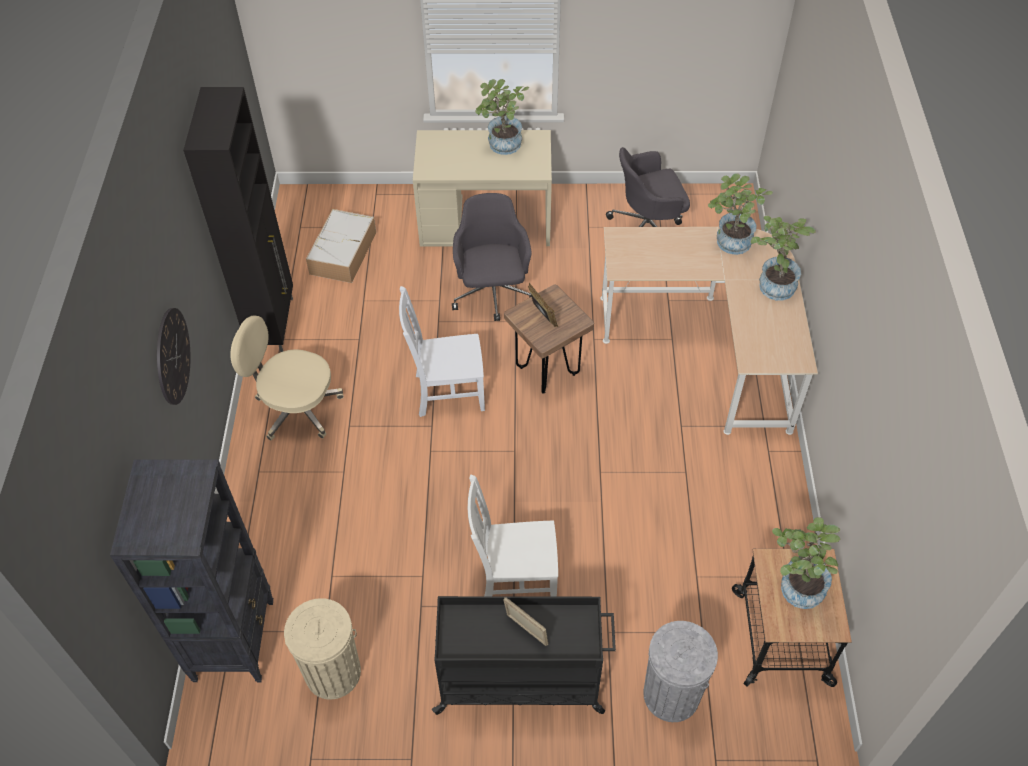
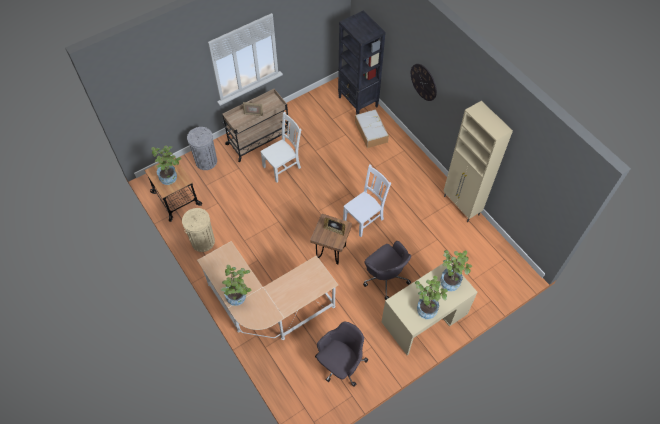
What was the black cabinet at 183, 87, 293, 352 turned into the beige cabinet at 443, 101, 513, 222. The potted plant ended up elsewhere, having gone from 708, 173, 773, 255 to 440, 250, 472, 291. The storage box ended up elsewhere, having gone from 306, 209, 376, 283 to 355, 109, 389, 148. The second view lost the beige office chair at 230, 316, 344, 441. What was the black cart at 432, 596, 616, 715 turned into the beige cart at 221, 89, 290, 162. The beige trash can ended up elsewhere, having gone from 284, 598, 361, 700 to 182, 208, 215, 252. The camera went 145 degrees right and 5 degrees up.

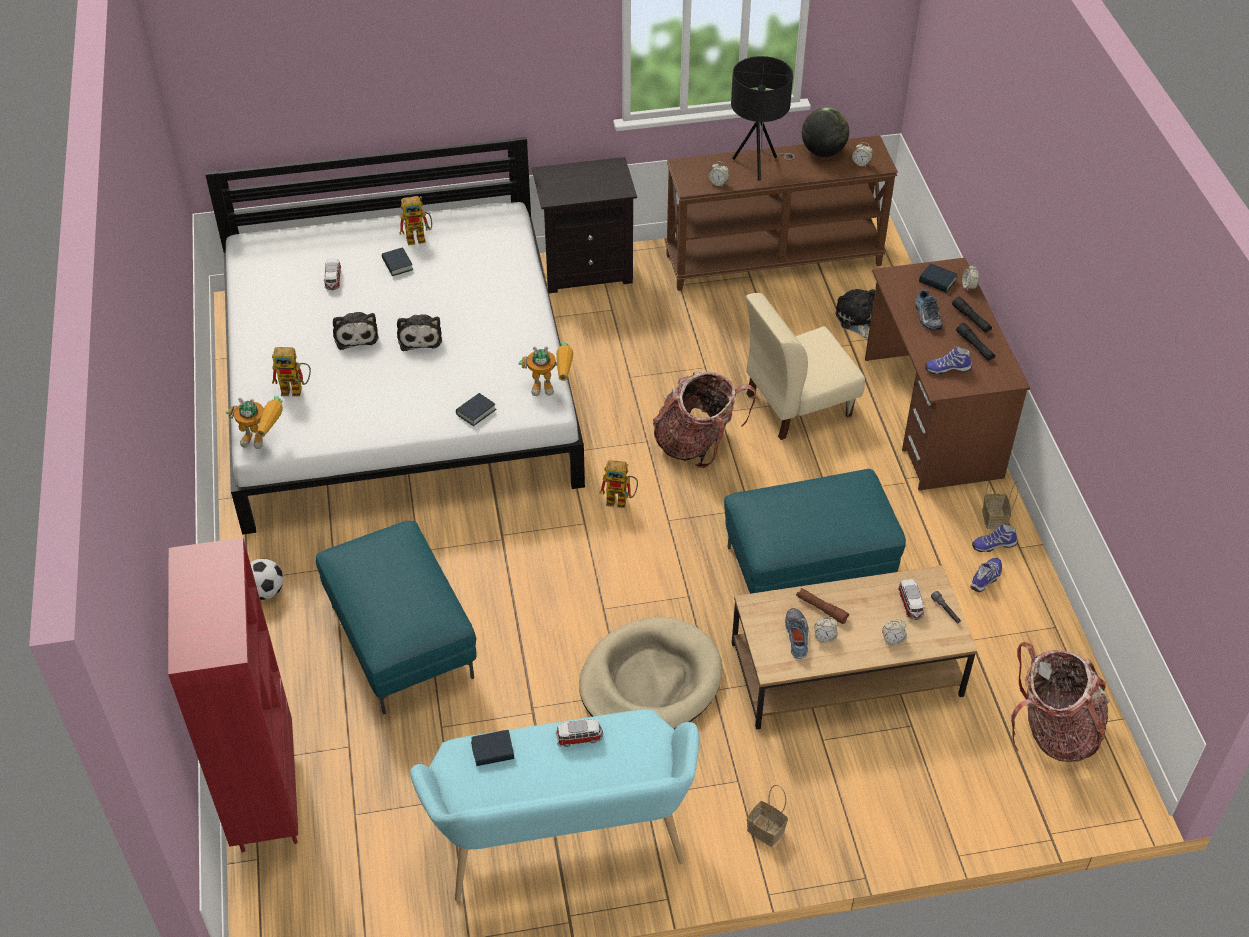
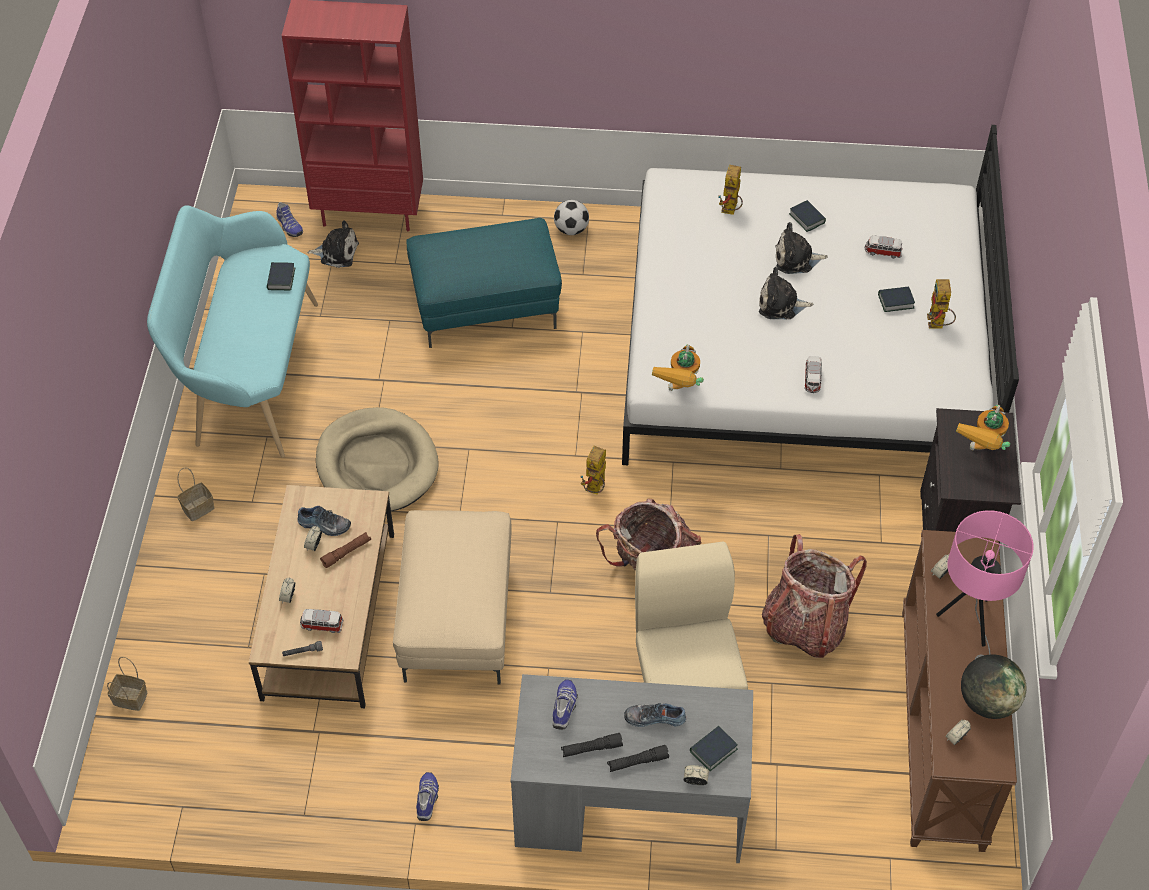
What was the black table lamp at 731, 56, 795, 181 turned into the pink table lamp at 936, 510, 1034, 659. What was the brown desk at 865, 258, 1030, 491 turned into the grey desk at 510, 674, 753, 863. The plush toy ended up elsewhere, having gone from 836, 289, 875, 339 to 307, 220, 359, 268. The book ended up elsewhere, having gone from 456, 393, 497, 426 to 789, 200, 826, 232. The toy robot ended up elsewhere, having gone from 226, 396, 283, 449 to 956, 405, 1010, 450. What was the turquoise ottoman at 724, 469, 906, 594 turned into the beige ottoman at 393, 510, 512, 685. The basket ended up elsewhere, having gone from 982, 481, 1019, 529 to 107, 657, 147, 711. The shoe ended up elsewhere, having gone from 970, 558, 1002, 592 to 276, 202, 303, 237. The backpack ended up elsewhere, having gone from 1011, 642, 1109, 762 to 762, 534, 867, 658. The toy car ended up elsewhere, having gone from 556, 719, 603, 747 to 804, 356, 822, 393. The camera went 105 degrees right and 5 degrees up.

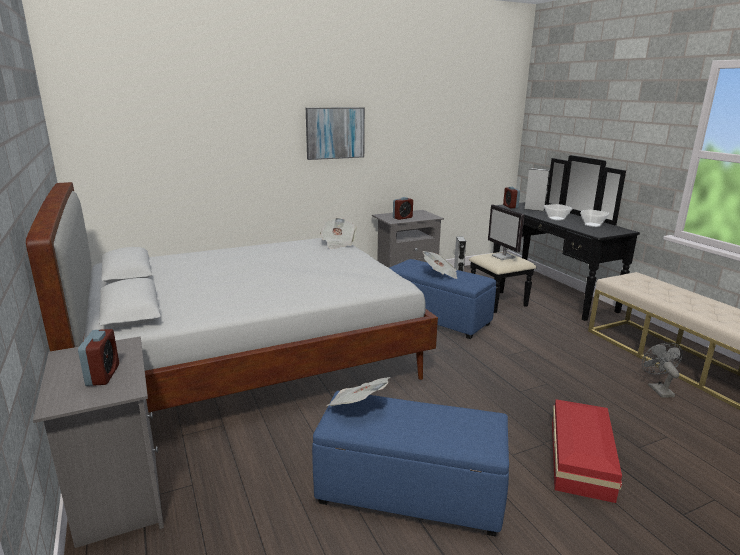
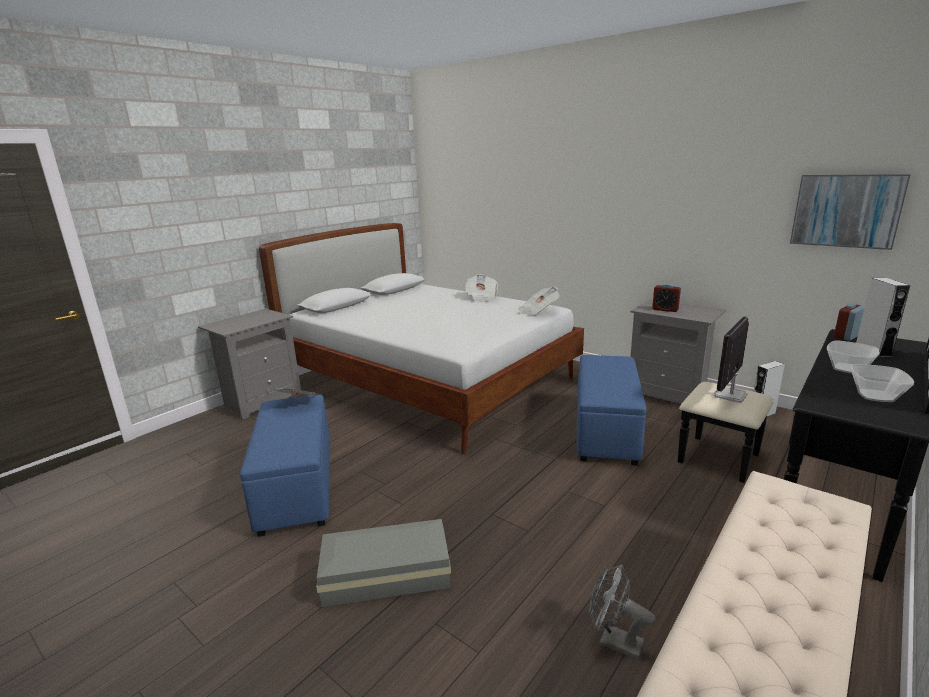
The picture ended up elsewhere, having gone from 306, 107, 365, 160 to 790, 174, 911, 250. The newspaper ended up elsewhere, having gone from 423, 251, 457, 279 to 465, 274, 498, 302. The second view lost the alarm clock at 78, 329, 119, 386. The grey fan at 642, 342, 683, 398 ended up facing another way, 120 degrees counterclockwise from before. What was the red storage box at 552, 399, 622, 503 turned into the grey storage box at 316, 519, 451, 607. The camera went 65 degrees right and 0 degrees up.

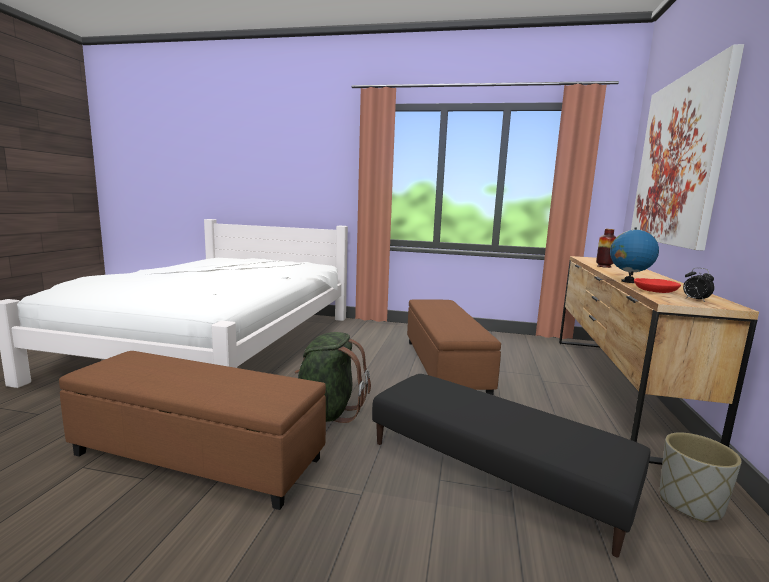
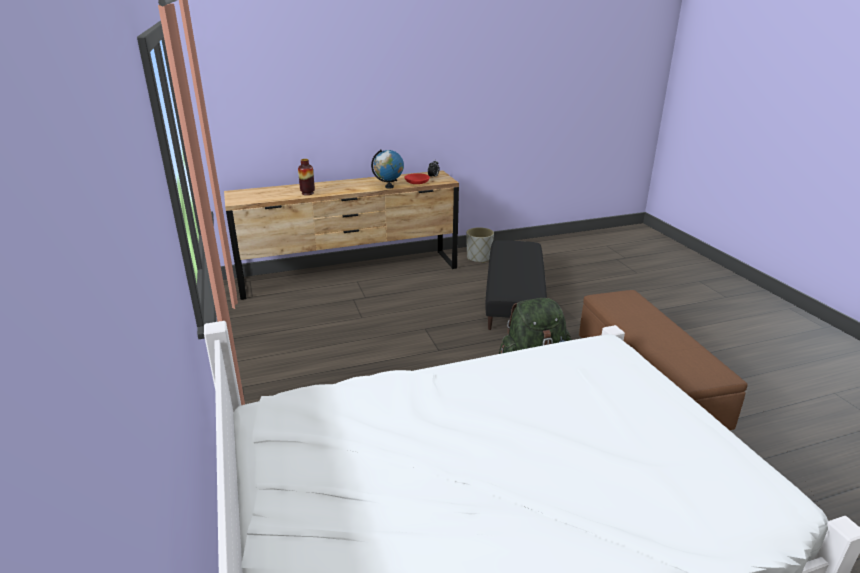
The second view lost the picture at 631, 44, 744, 251. The second view lost the brown ottoman at 407, 299, 501, 395. The camera went 120 degrees left and 15 degrees up.

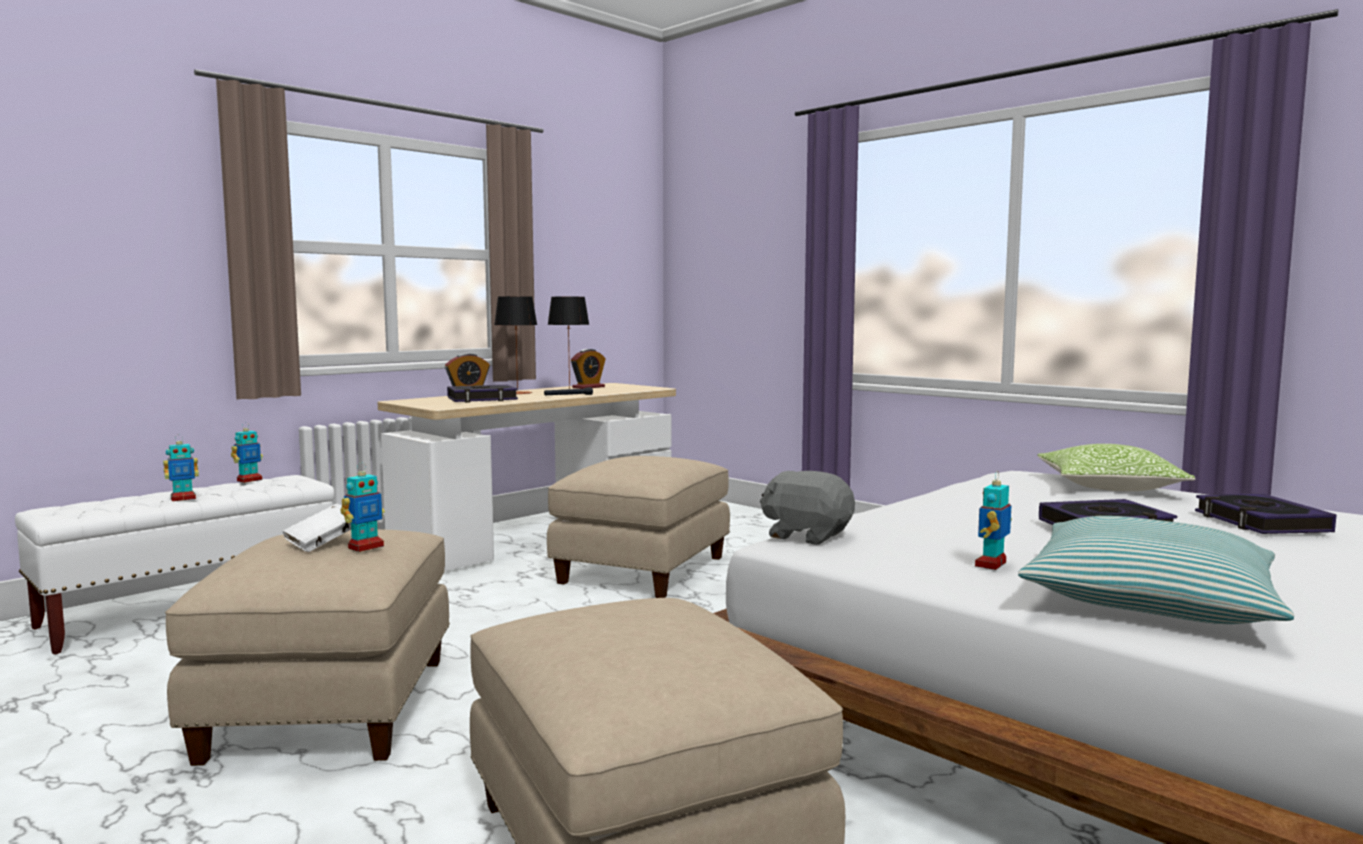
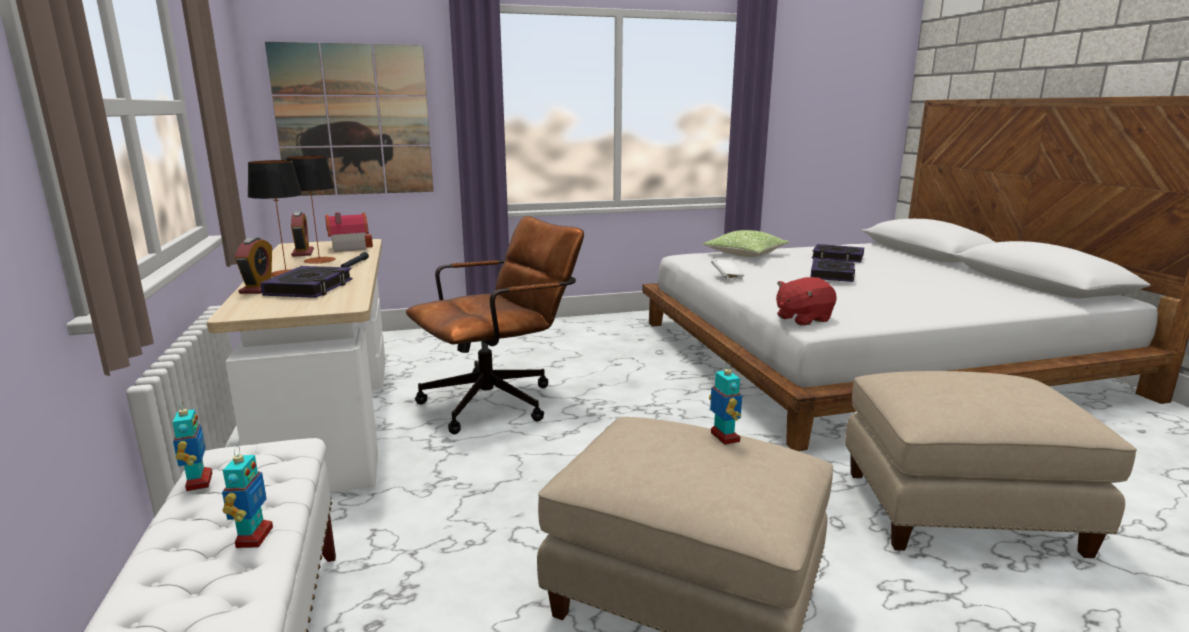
Where the beige ottoman stood at 547, 456, 730, 598, the brown office chair came to stand at 406, 216, 584, 434. What was the grey plush toy at 760, 471, 855, 545 turned into the red plush toy at 776, 277, 837, 326. The second view lost the toy robot at 975, 471, 1012, 570. The white book ended up elsewhere, having gone from 283, 503, 351, 552 to 711, 259, 745, 280. The second view lost the pillow at 1018, 516, 1294, 624. The second view gained the picture at 265, 42, 433, 196. The second view gained the toy house at 325, 212, 373, 252. The camera went 60 degrees left and 10 degrees up.

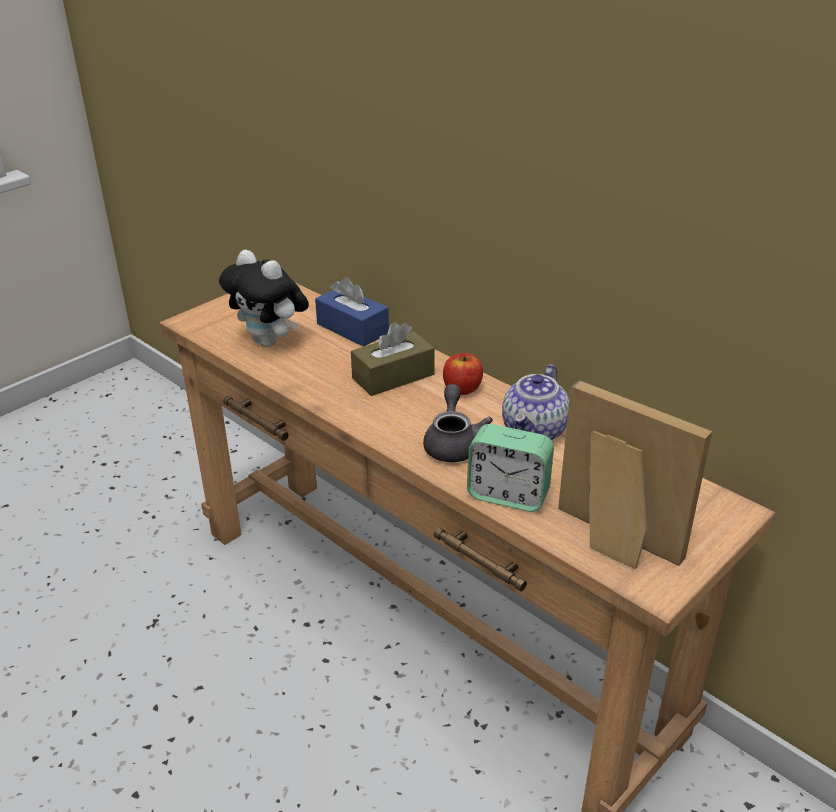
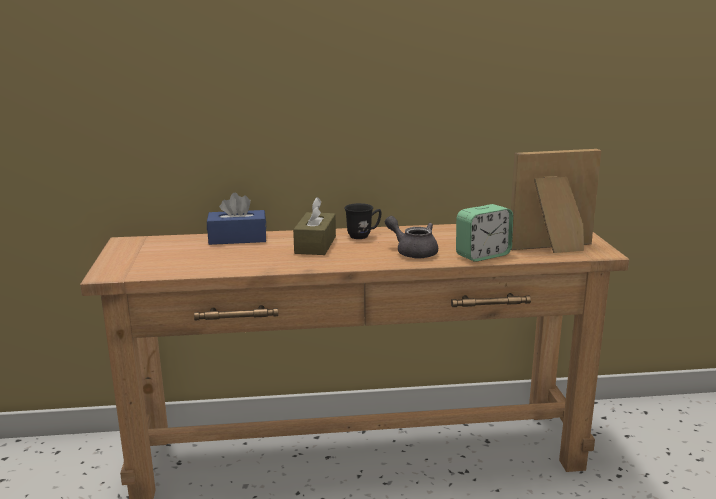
The second view lost the plush toy at 219, 250, 309, 347. Where the apple stood at 443, 353, 483, 395, the black mug came to stand at 345, 203, 382, 239. The second view lost the teapot at 502, 364, 569, 440. The camera went 50 degrees left and 15 degrees down.

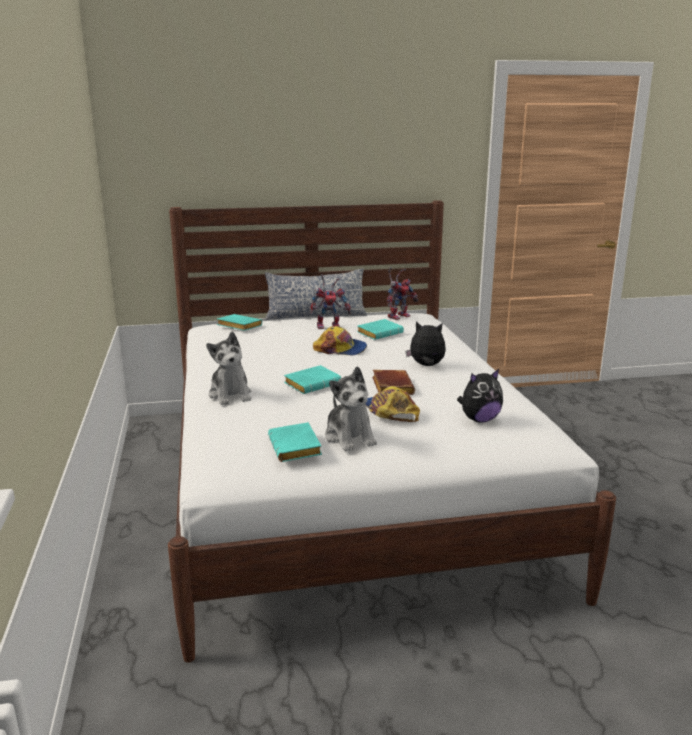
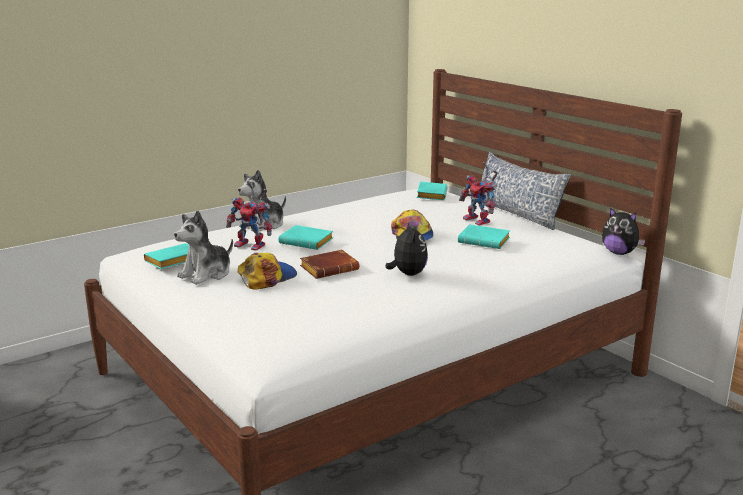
The toy robot ended up elsewhere, having gone from 387, 267, 418, 320 to 226, 181, 272, 251. The plush toy ended up elsewhere, having gone from 457, 369, 503, 423 to 602, 207, 645, 255. The camera went 65 degrees right and 0 degrees up.

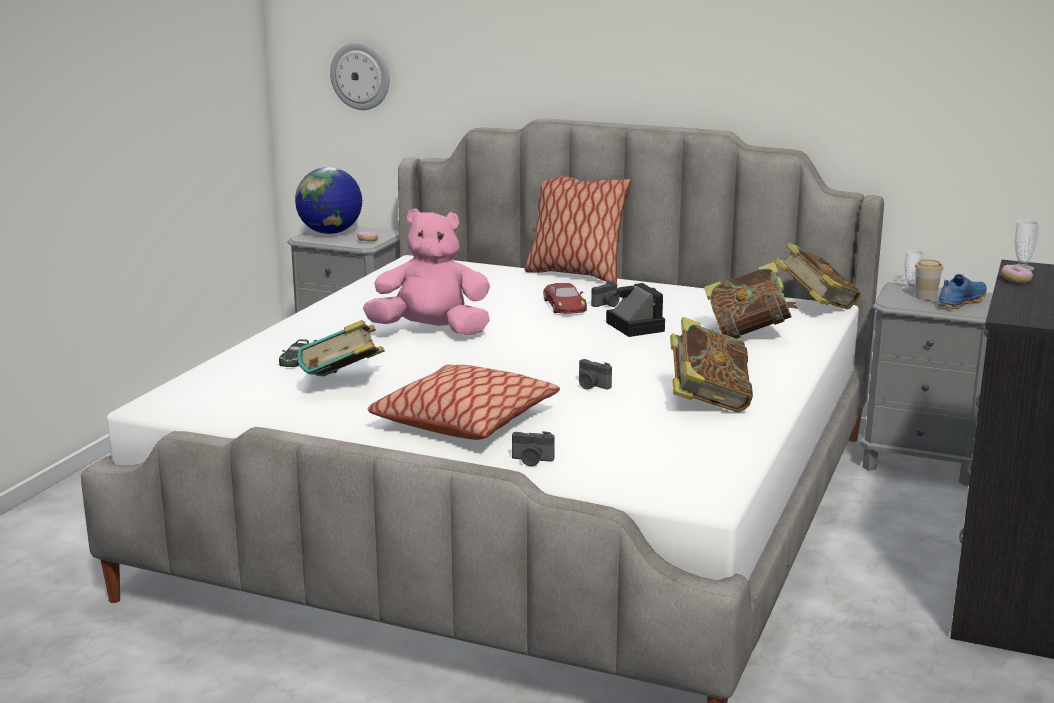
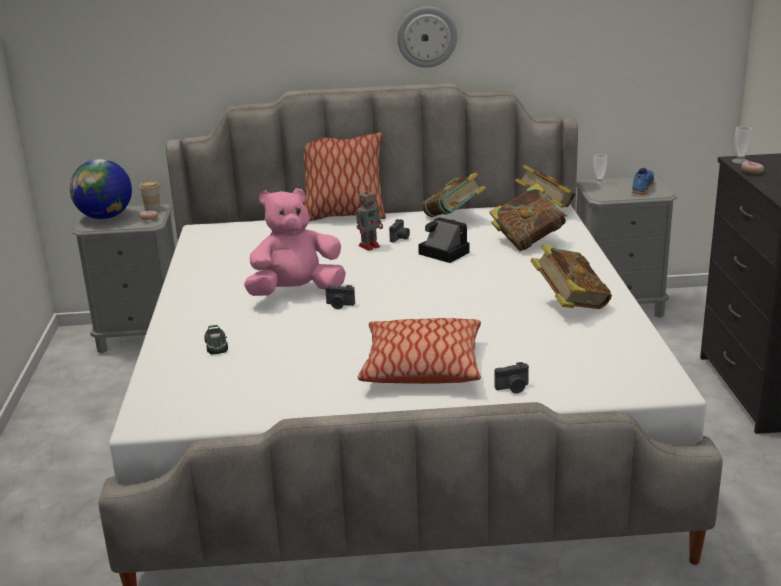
The wall clock ended up elsewhere, having gone from 330, 42, 390, 110 to 397, 7, 457, 68. The cup ended up elsewhere, having gone from 915, 259, 943, 300 to 139, 181, 160, 211. Where the red toy car stood at 543, 283, 587, 314, the toy robot came to stand at 356, 189, 383, 251. The book ended up elsewhere, having gone from 297, 320, 385, 376 to 422, 173, 486, 217. The photo camera ended up elsewhere, having gone from 579, 359, 612, 390 to 325, 285, 355, 309. The camera went 25 degrees left and 5 degrees up.

